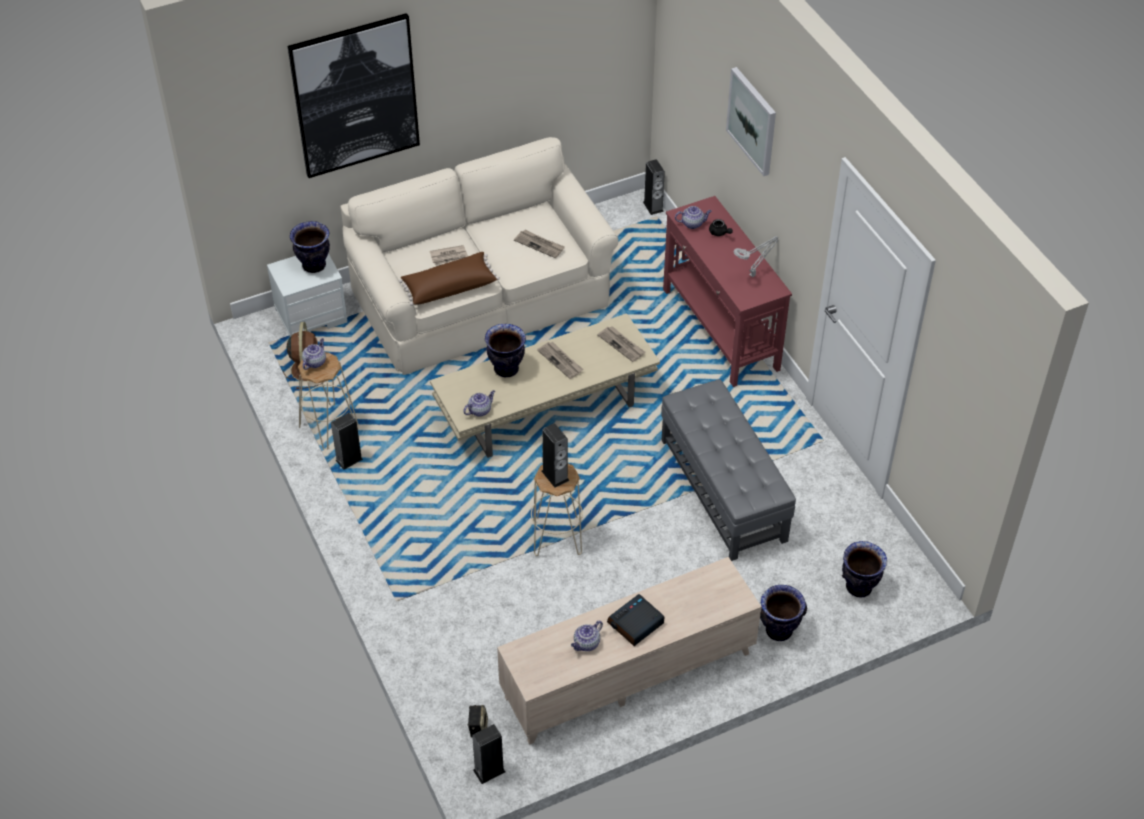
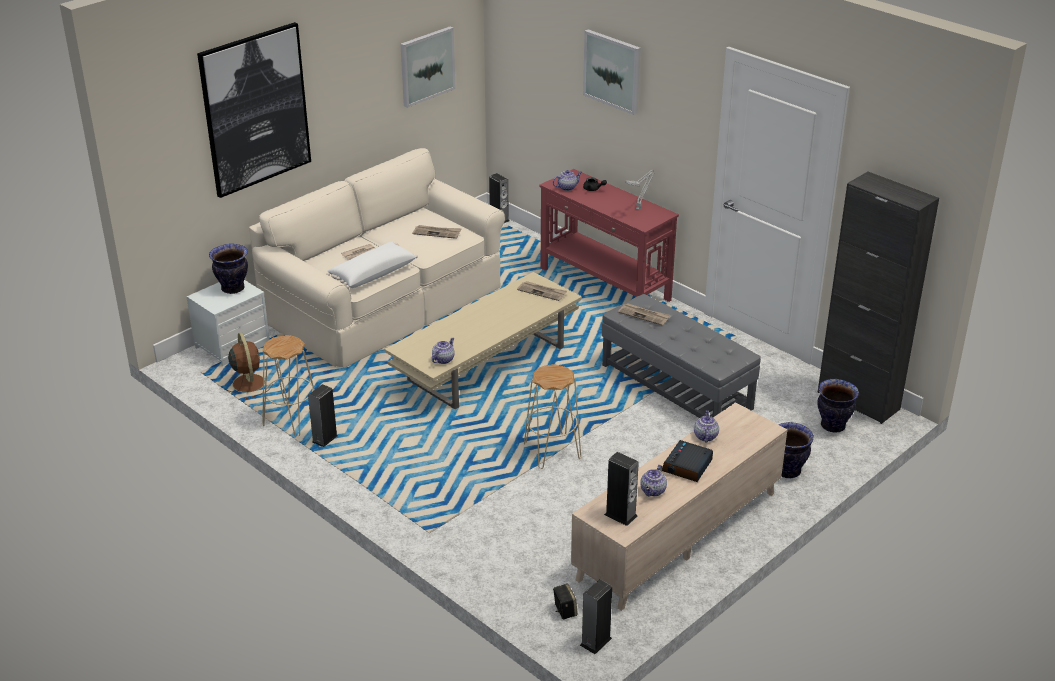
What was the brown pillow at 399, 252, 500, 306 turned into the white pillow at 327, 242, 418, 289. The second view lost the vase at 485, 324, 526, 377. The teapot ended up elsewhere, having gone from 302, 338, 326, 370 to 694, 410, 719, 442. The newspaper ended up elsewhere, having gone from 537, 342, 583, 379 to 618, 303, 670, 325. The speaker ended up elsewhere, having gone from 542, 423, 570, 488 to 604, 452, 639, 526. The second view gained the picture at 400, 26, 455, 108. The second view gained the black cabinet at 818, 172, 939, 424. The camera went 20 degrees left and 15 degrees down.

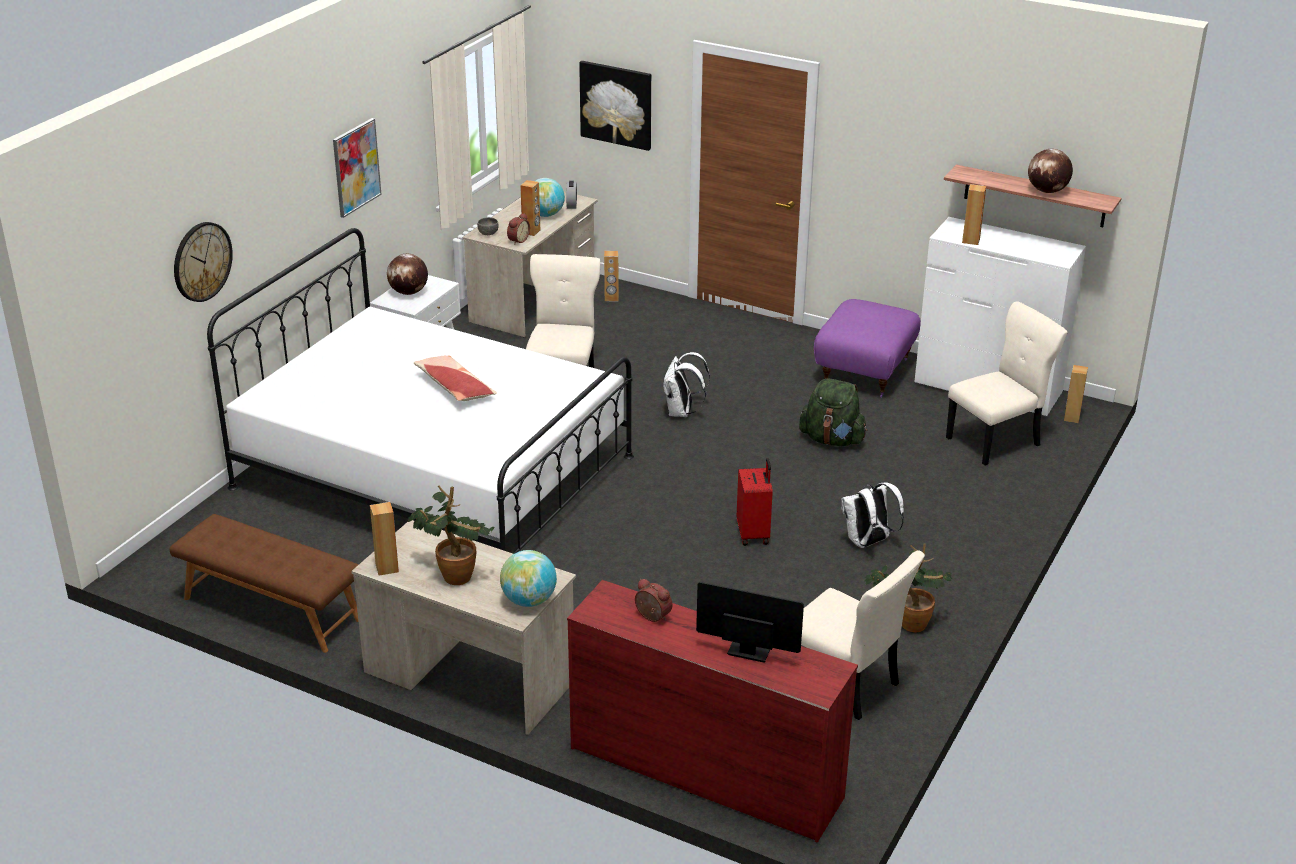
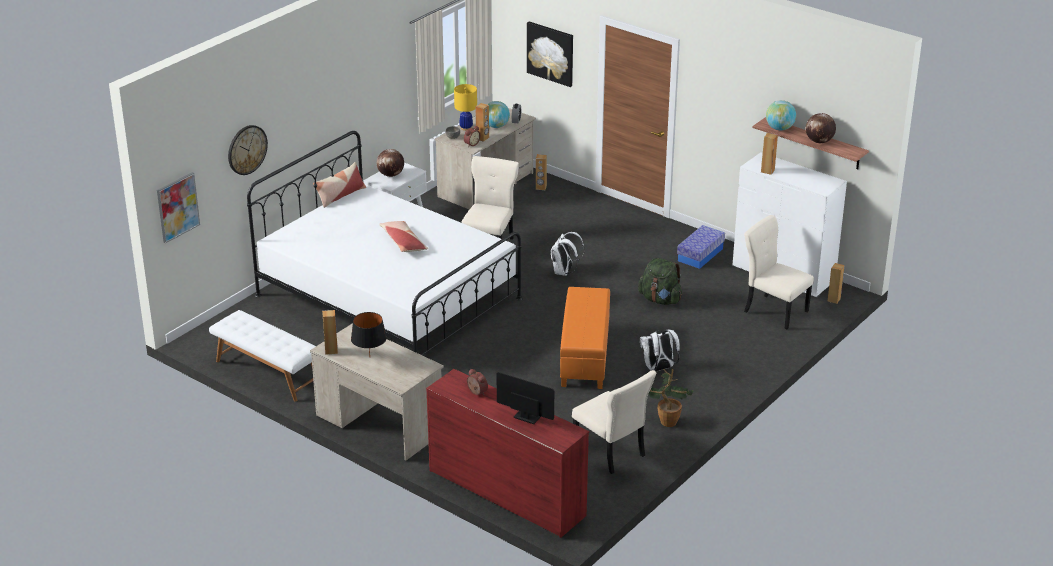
The picture ended up elsewhere, having gone from 333, 118, 382, 218 to 157, 172, 200, 243. Where the purple ottoman stood at 814, 299, 921, 397, the storage box came to stand at 677, 225, 725, 269. The beige chair at 946, 302, 1068, 466 ended up facing another way, 120 degrees counterclockwise from before. Where the red suitcase stood at 737, 458, 773, 546, the orange ottoman came to stand at 560, 287, 610, 389. Where the potted plant stood at 408, 486, 495, 585, the black table lamp came to stand at 351, 312, 387, 355. What was the brown bench at 169, 514, 359, 653 turned into the white bench at 209, 310, 316, 402. The globe ended up elsewhere, having gone from 500, 550, 557, 607 to 766, 100, 796, 130. The second view gained the yellow table lamp at 454, 84, 477, 131. The second view gained the pillow at 313, 162, 366, 208. The camera went 10 degrees right and 0 degrees up.

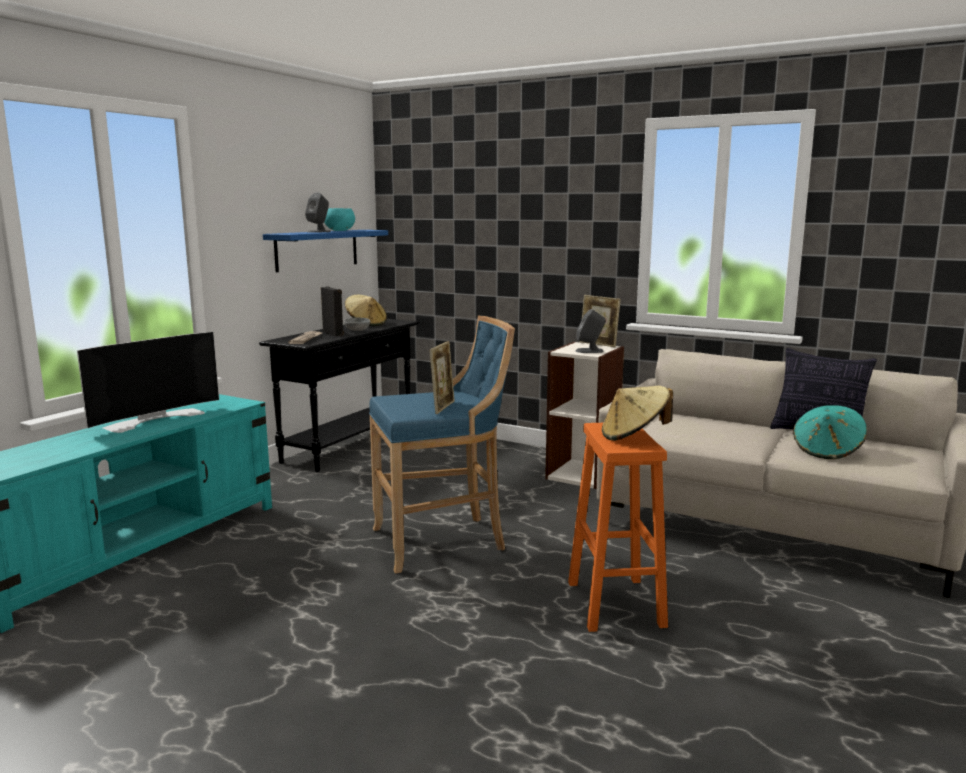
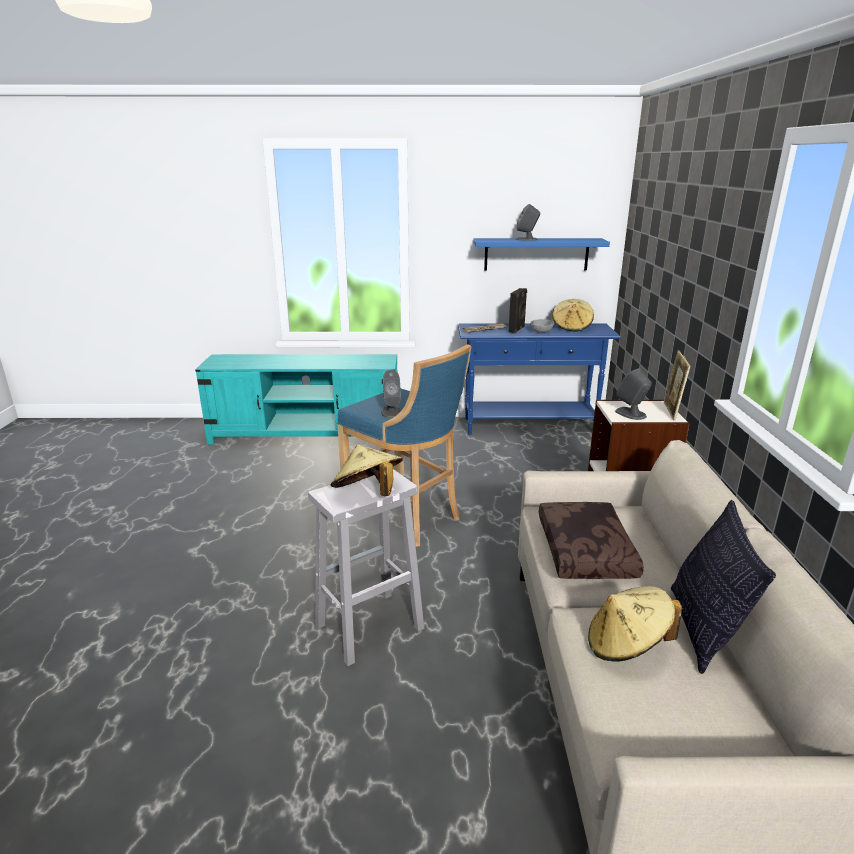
The second view lost the turquoise bowl at 324, 208, 355, 231. What was the black console table at 259, 319, 419, 472 turned into the blue console table at 458, 323, 621, 435. The second view lost the television at 77, 332, 219, 433. Where the picture frame stood at 429, 341, 455, 414, the grey speaker came to stand at 381, 370, 401, 418. What was the turquoise hat at 793, 405, 867, 459 turned into the beige hat at 588, 586, 682, 662. What was the orange stool at 568, 423, 668, 632 turned into the white stool at 308, 469, 424, 666. The second view gained the brown pillow at 539, 502, 644, 579. The camera went 60 degrees right and 10 degrees up.

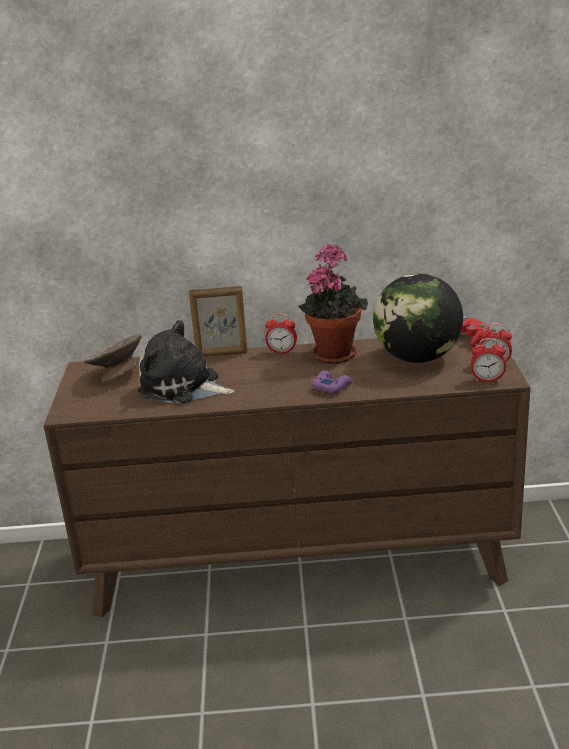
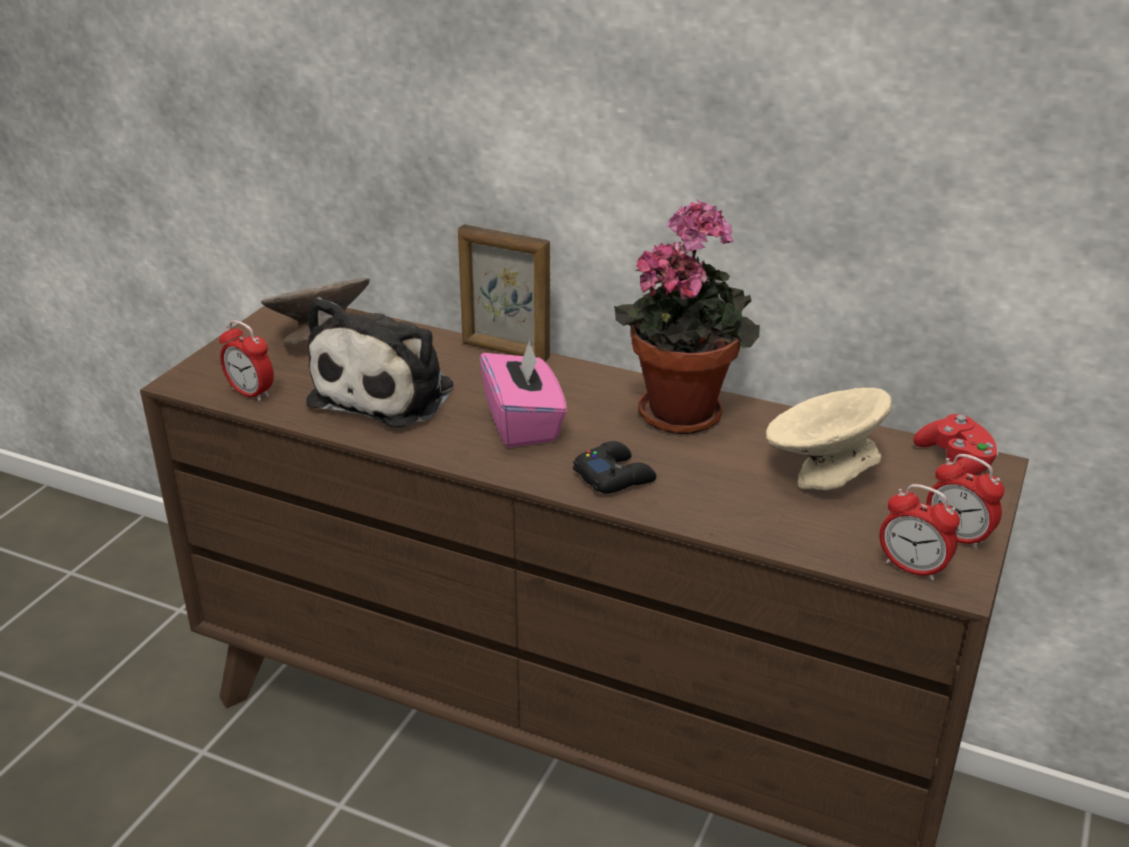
Where the globe stood at 373, 273, 463, 363, the beige bowl came to stand at 766, 388, 892, 490. The alarm clock ended up elsewhere, having gone from 265, 313, 297, 354 to 219, 320, 274, 401. The plush toy at 138, 320, 234, 404 ended up facing another way, 120 degrees counterclockwise from before. What was the purple game controller at 311, 371, 352, 394 turned into the black game controller at 573, 441, 657, 494. The second view gained the pink tissue box at 480, 340, 567, 448. The camera went 25 degrees right and 5 degrees up.

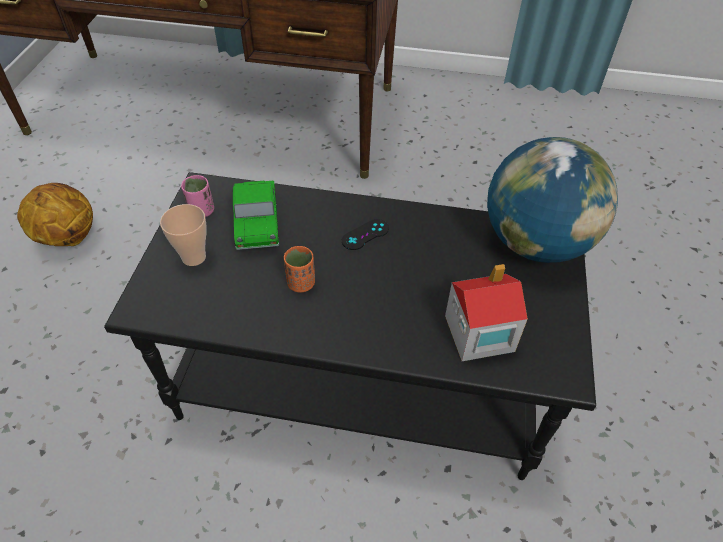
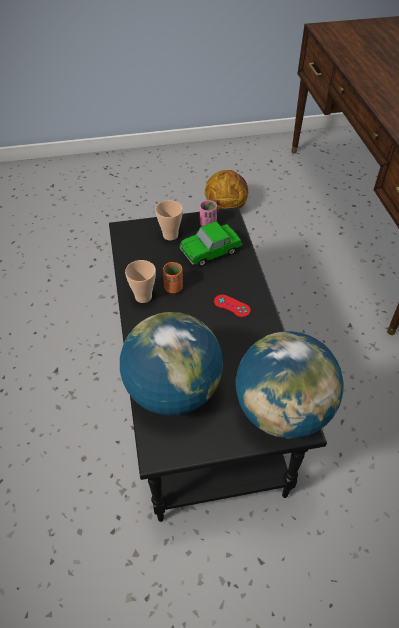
What was the black game controller at 342, 219, 389, 250 turned into the red game controller at 214, 295, 251, 317. Where the toy house stood at 445, 264, 528, 361, the globe came to stand at 120, 312, 223, 416. The second view gained the cup at 125, 260, 156, 303. The camera went 70 degrees right and 0 degrees up.

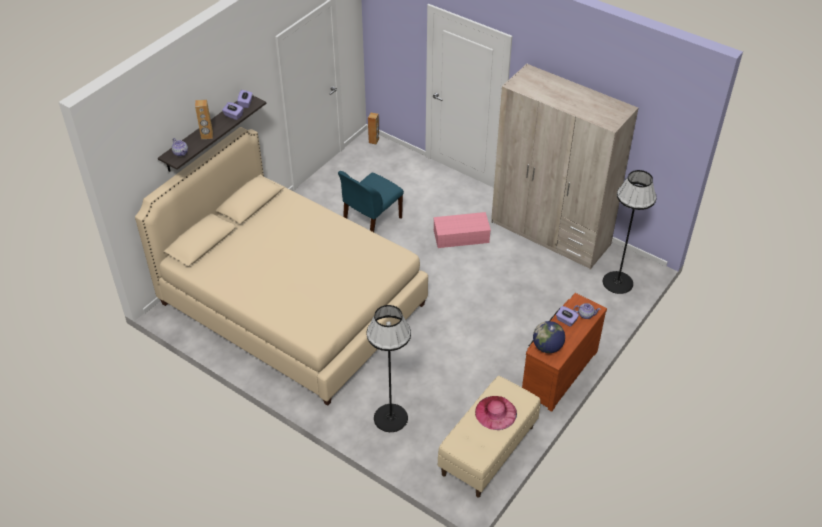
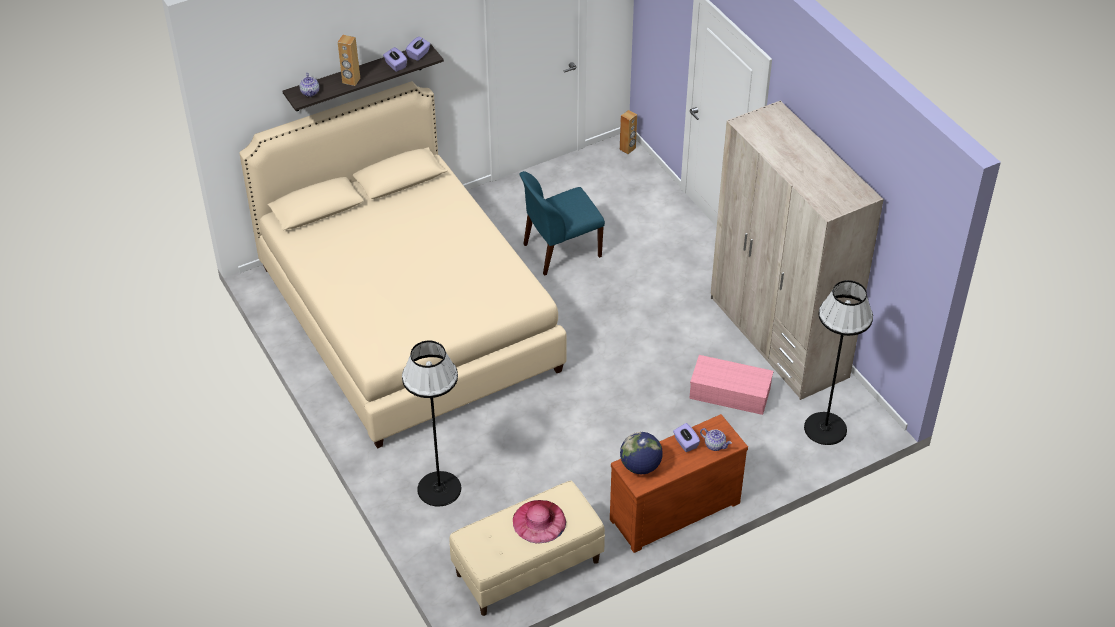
The pink storage box ended up elsewhere, having gone from 433, 212, 491, 248 to 689, 355, 774, 415. The camera went 25 degrees right and 0 degrees up.

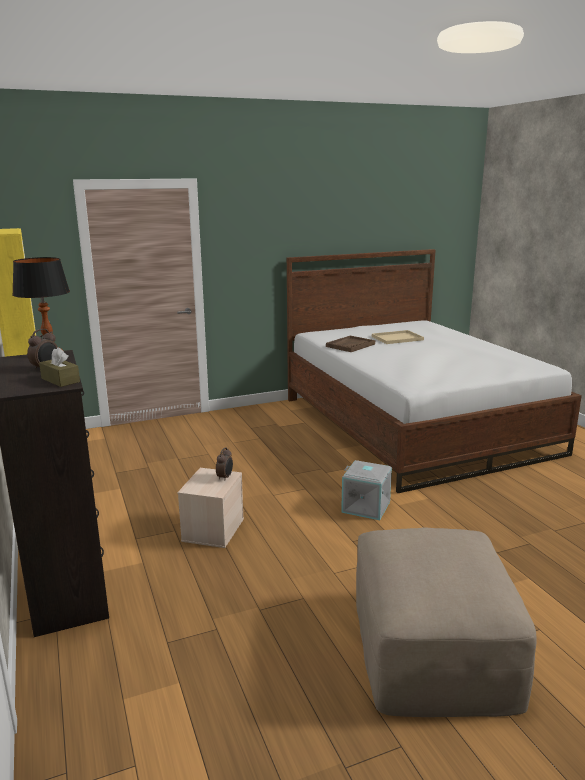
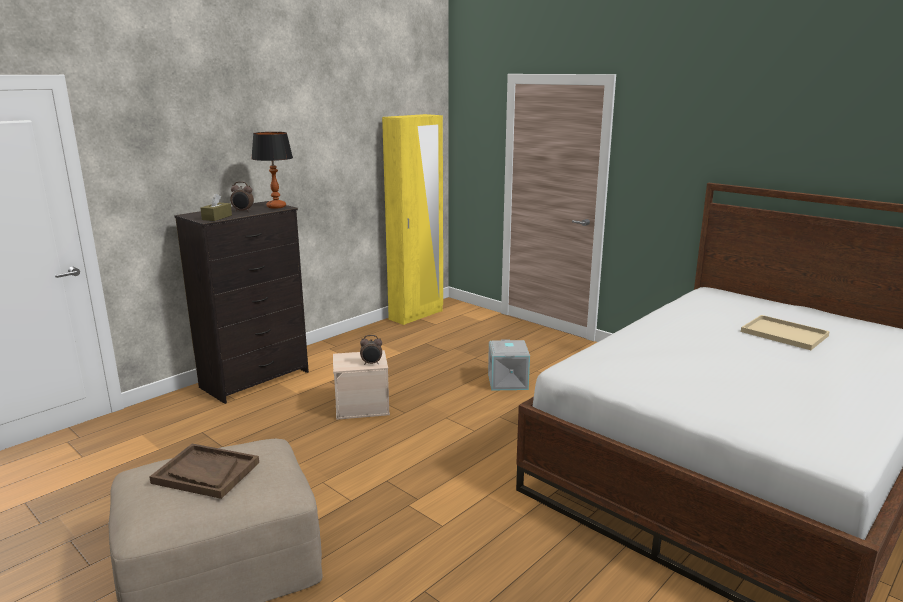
The brown tray ended up elsewhere, having gone from 326, 336, 375, 352 to 149, 444, 259, 499. The grey storage box ended up elsewhere, having gone from 341, 460, 392, 520 to 488, 340, 530, 390. The camera went 65 degrees right and 0 degrees up.

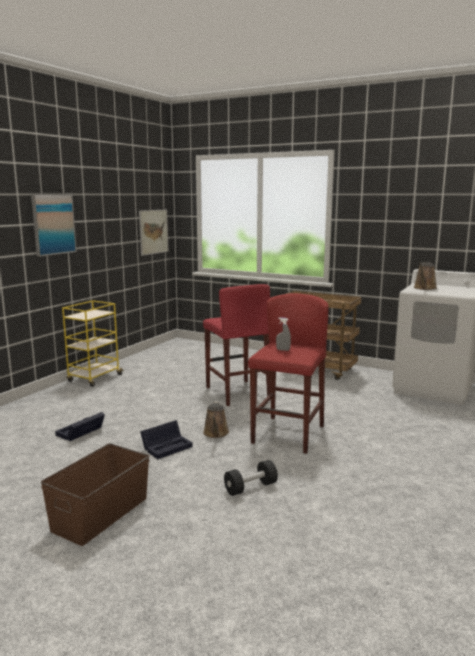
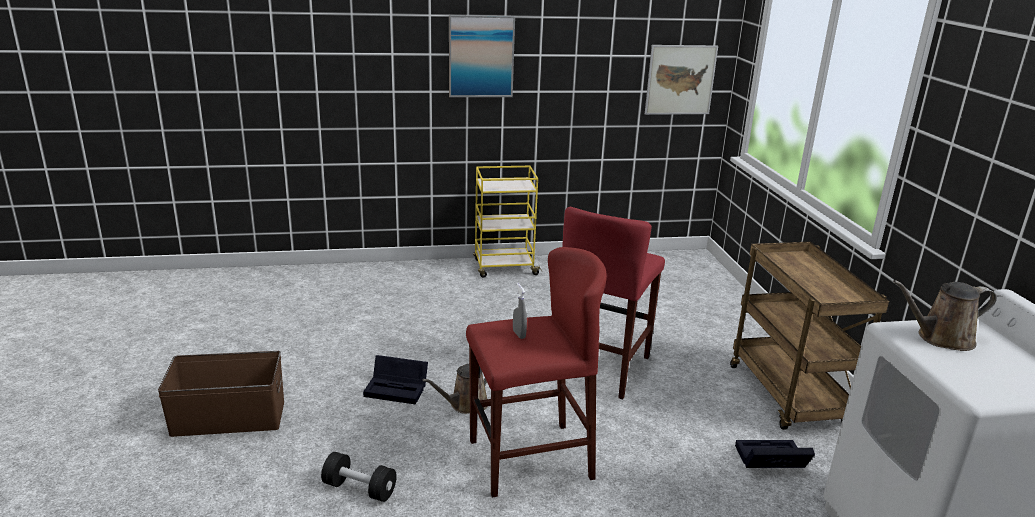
The black storage box ended up elsewhere, having gone from 55, 412, 105, 441 to 735, 440, 815, 468. The camera went 50 degrees right and 10 degrees up.

